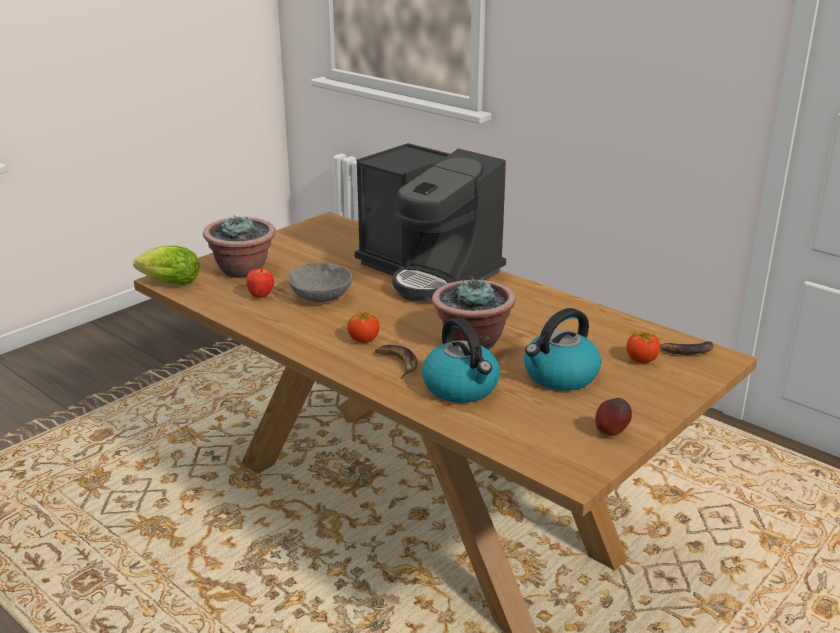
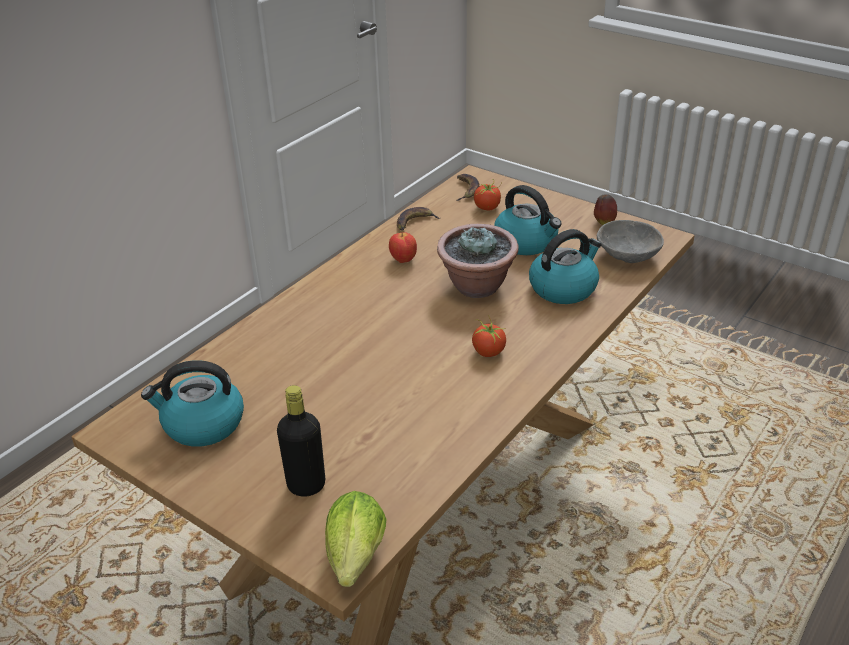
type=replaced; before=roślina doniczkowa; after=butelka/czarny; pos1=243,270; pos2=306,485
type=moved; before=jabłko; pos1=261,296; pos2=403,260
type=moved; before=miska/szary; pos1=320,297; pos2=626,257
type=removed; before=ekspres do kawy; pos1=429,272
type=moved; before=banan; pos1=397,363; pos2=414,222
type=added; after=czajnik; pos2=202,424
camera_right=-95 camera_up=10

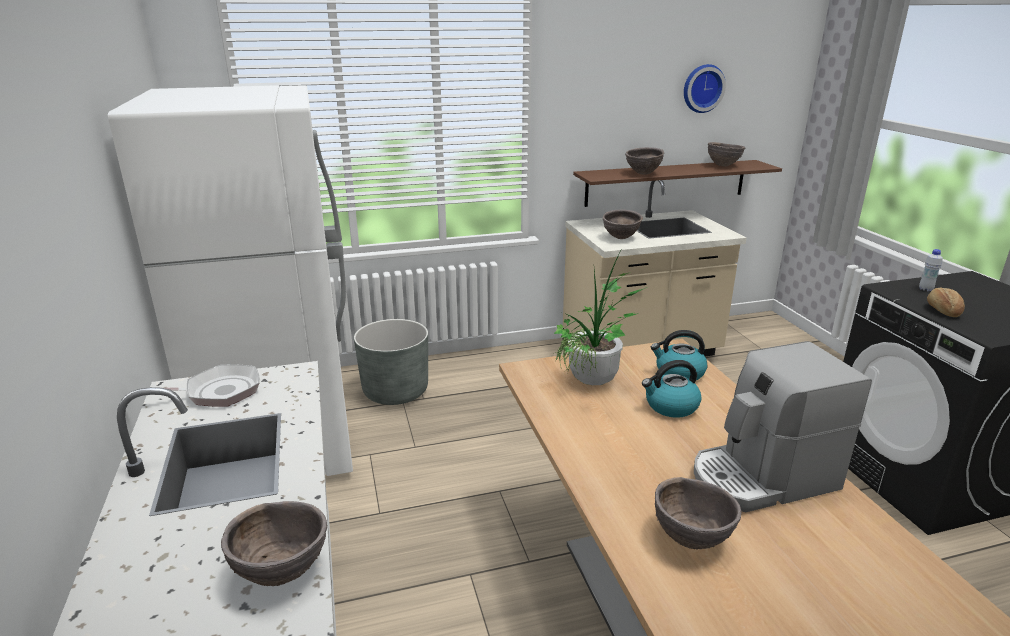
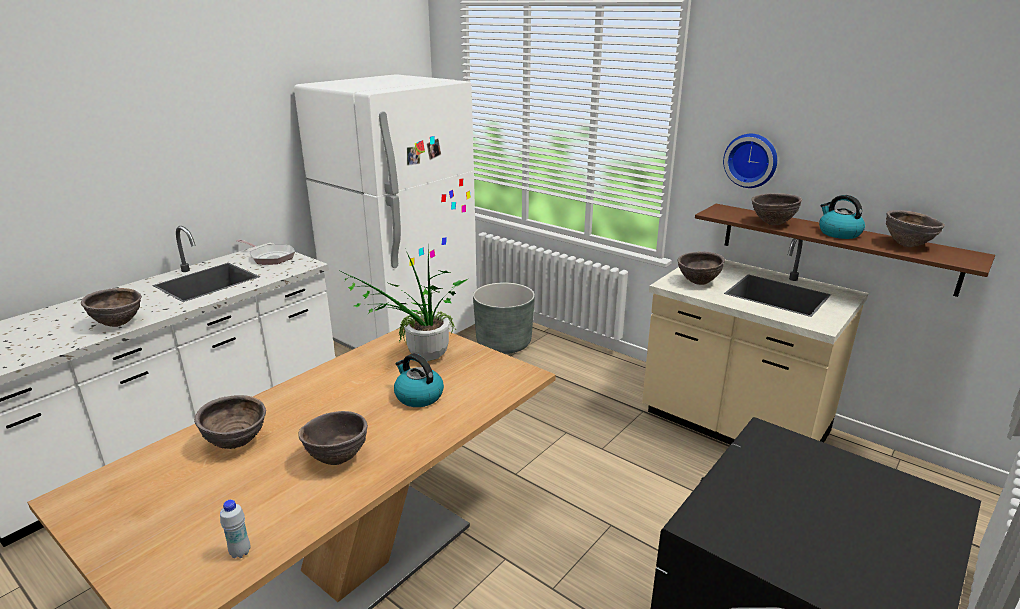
type=moved; before=czajnik; pos1=679,373; pos2=838,233
type=moved; before=zegar ścienny; pos1=702,88; pos2=751,160
type=replaced; before=ekspres do kawy; after=miska/brązowy; pos1=762,478; pos2=338,459
type=moved; before=butelka/biały; pos1=925,289; pos2=240,552
type=removed; before=chleb; pos1=942,311
camera_right=55 camera_up=0

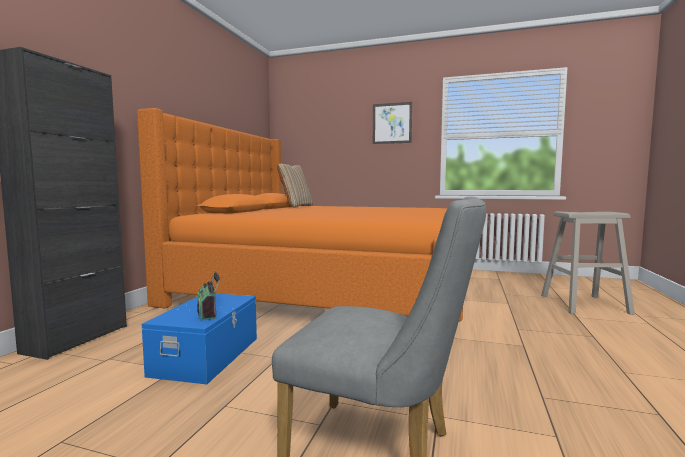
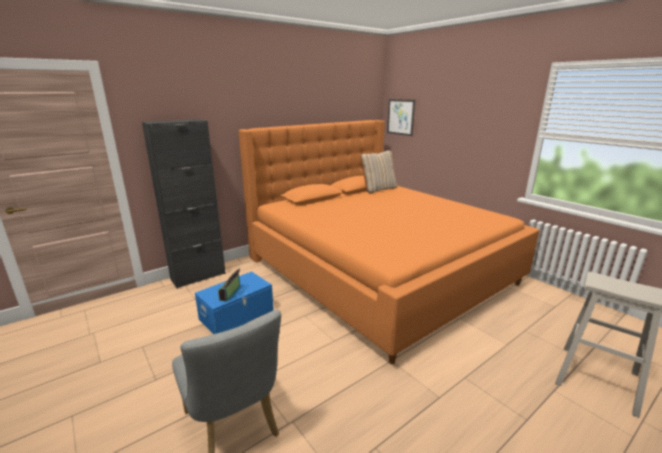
type=moved; before=obraz; pos1=392,123; pos2=400,117
camera_right=35 camera_up=15

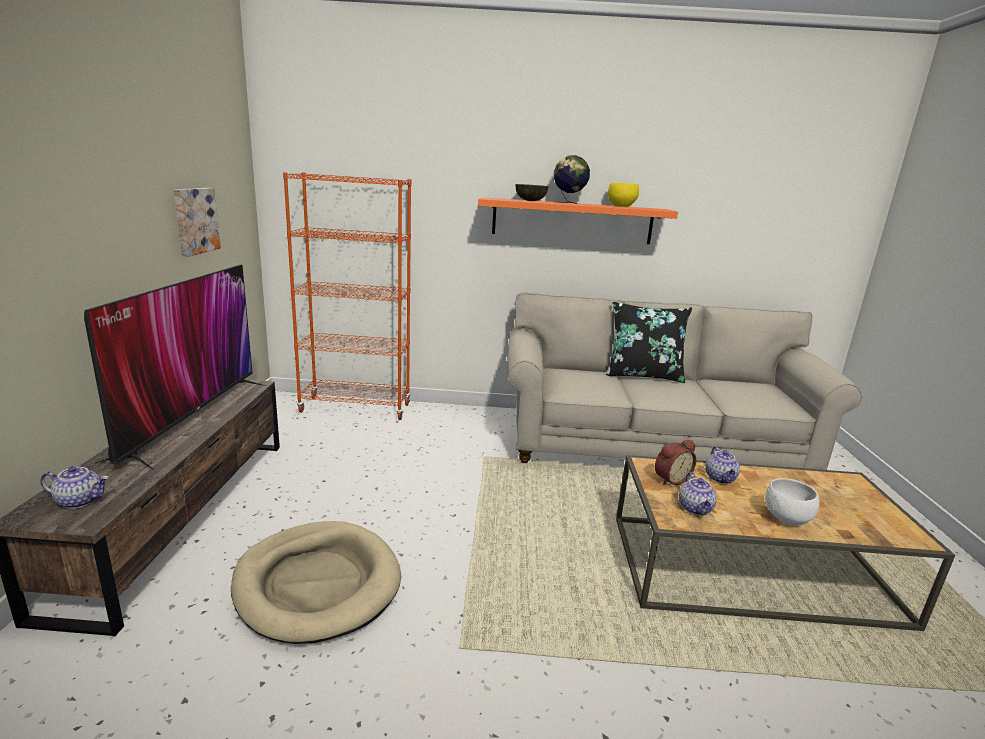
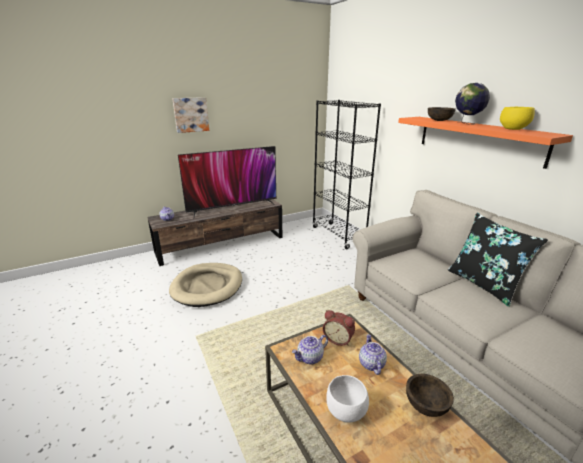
type=moved; before=obraz; pos1=194,220; pos2=191,114
type=recoloured; before=regał/pomarańczowy; after=regał/czarny; pos1=356,408; pos2=338,235
type=turned; before=imbryk; pos1=720,478; pos2=371,364; turn=120
type=added; after=miska/brązowy; pos2=426,405
camera_right=60 camera_up=5

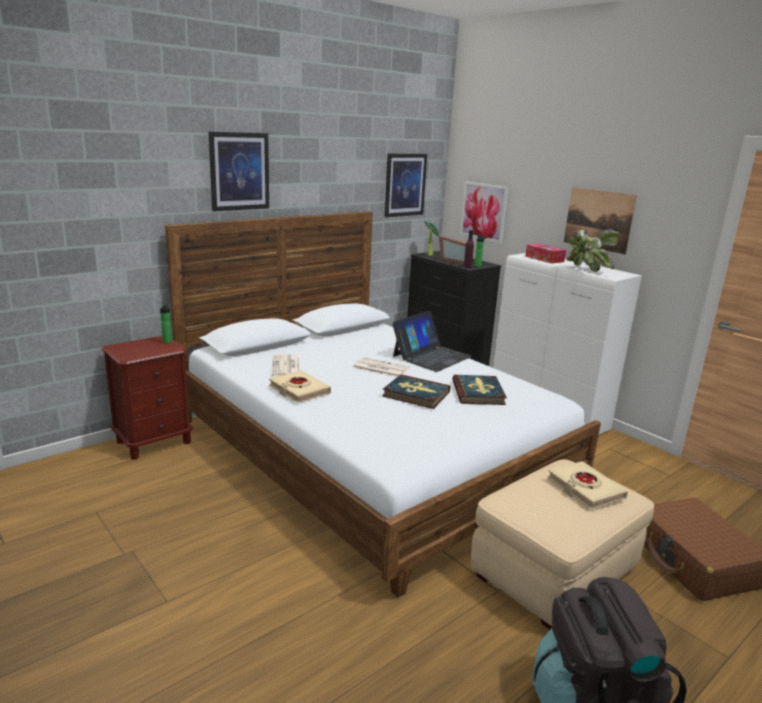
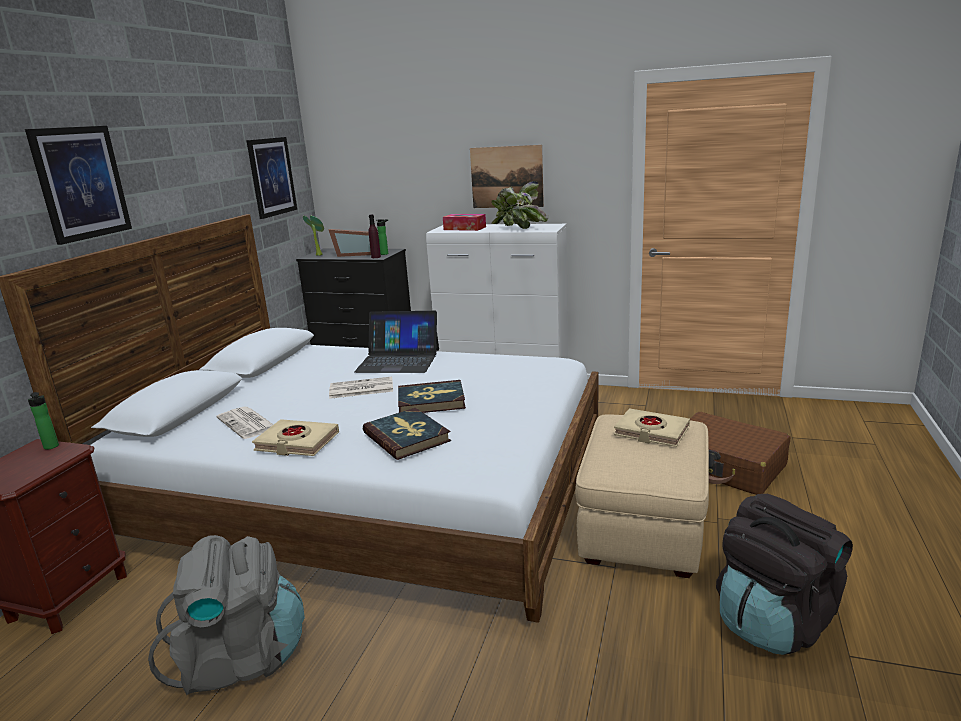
type=turned; before=laptop; pos1=431,356; pos2=398,360; turn=90
type=moved; before=książka; pos1=478,392; pos2=407,437
type=removed; before=obraz; pos1=484,211
type=added; after=plecak/szary; pos2=241,658
camera_right=-30 camera_up=0

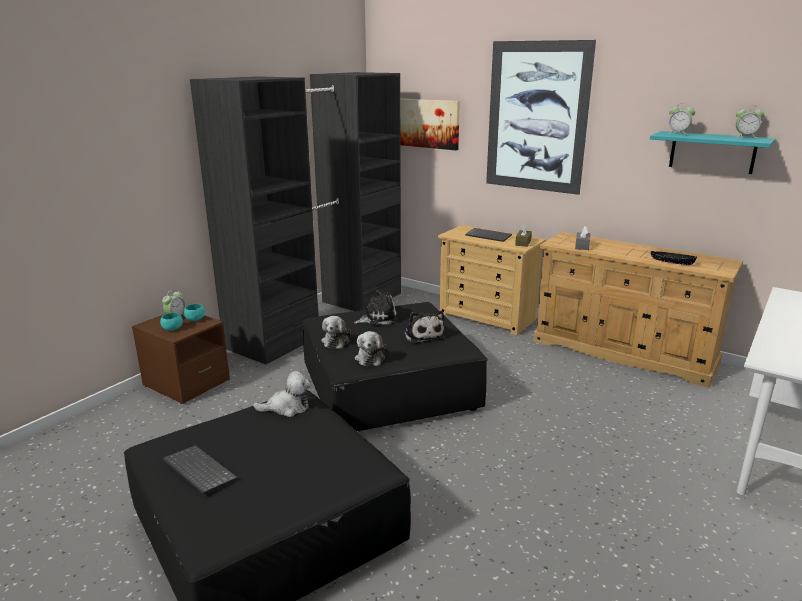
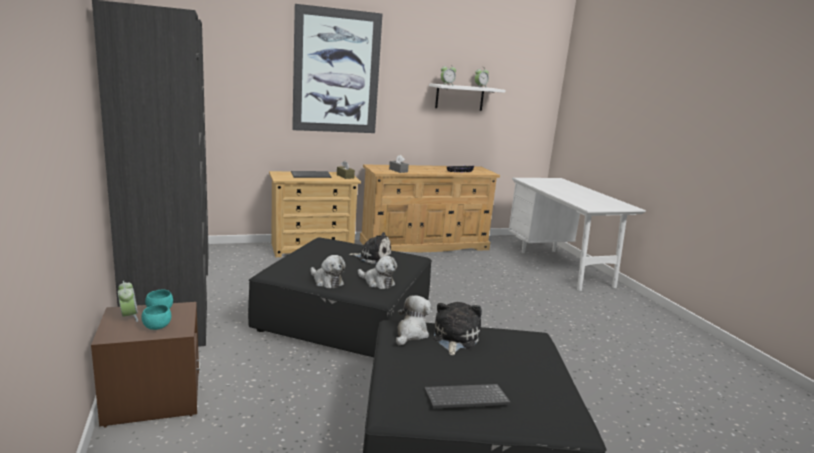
type=moved; before=pluszak; pos1=377,318; pos2=454,338
type=removed; before=obraz; pos1=428,123
type=recoloured; before=półka/turkusowy; after=półka/biały; pos1=712,152; pos2=459,97
camera_right=-55 camera_up=-5

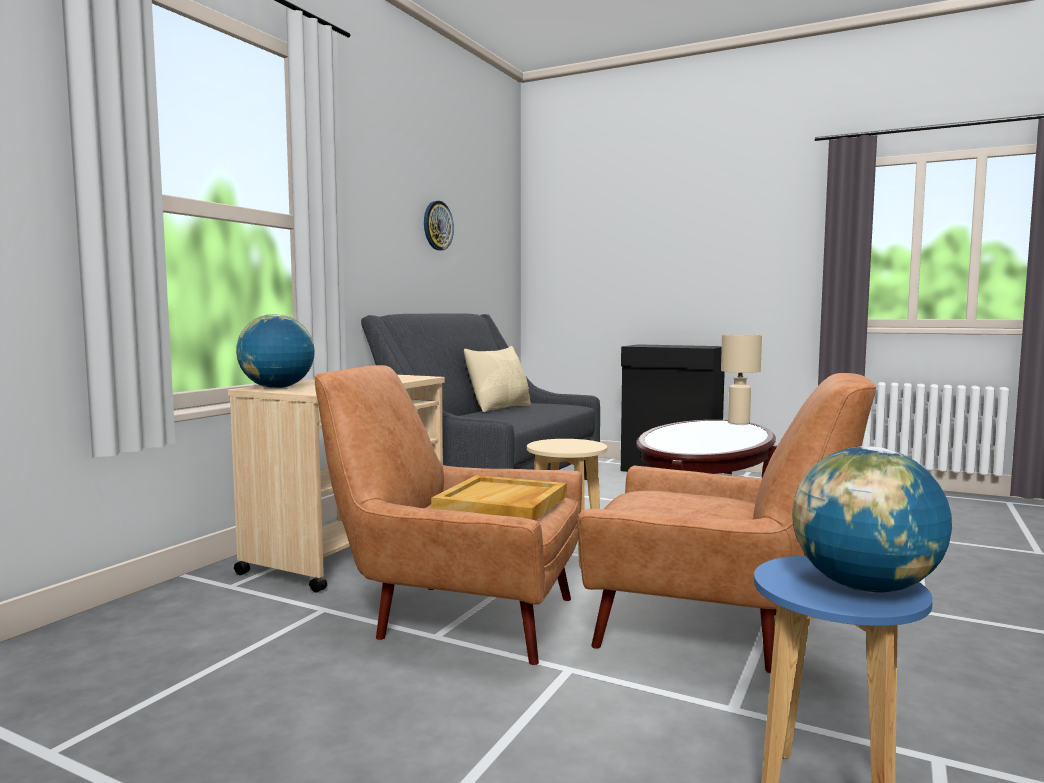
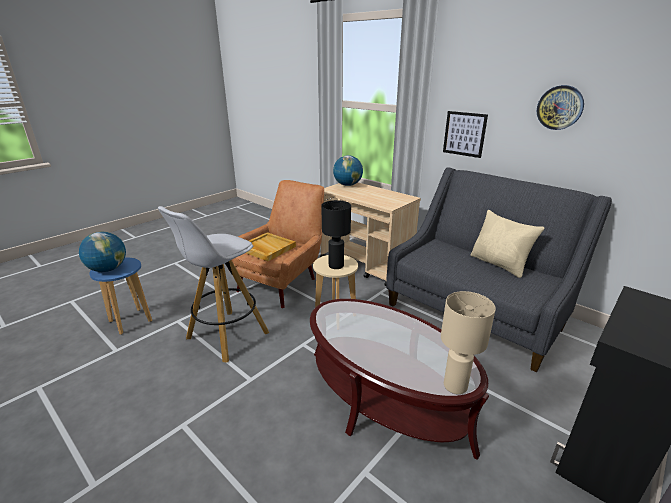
type=replaced; before=fotel/brązowy; after=stołek/biały; pos1=713,631; pos2=226,336
type=added; after=lampa stołowa/czarny; pos2=336,266
type=added; after=obraz; pos2=464,134
camera_right=105 camera_up=20

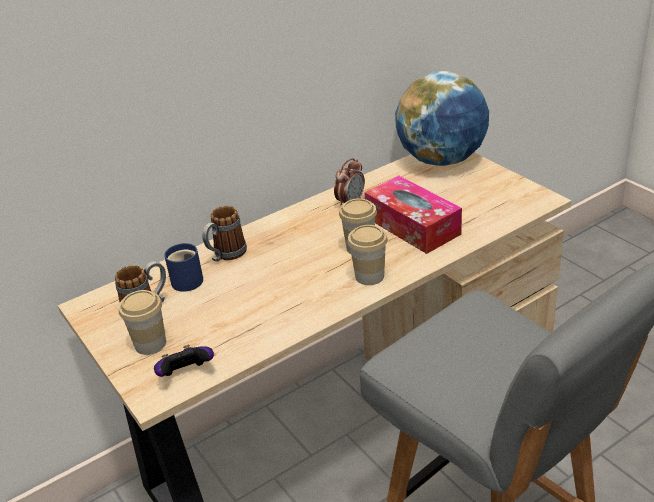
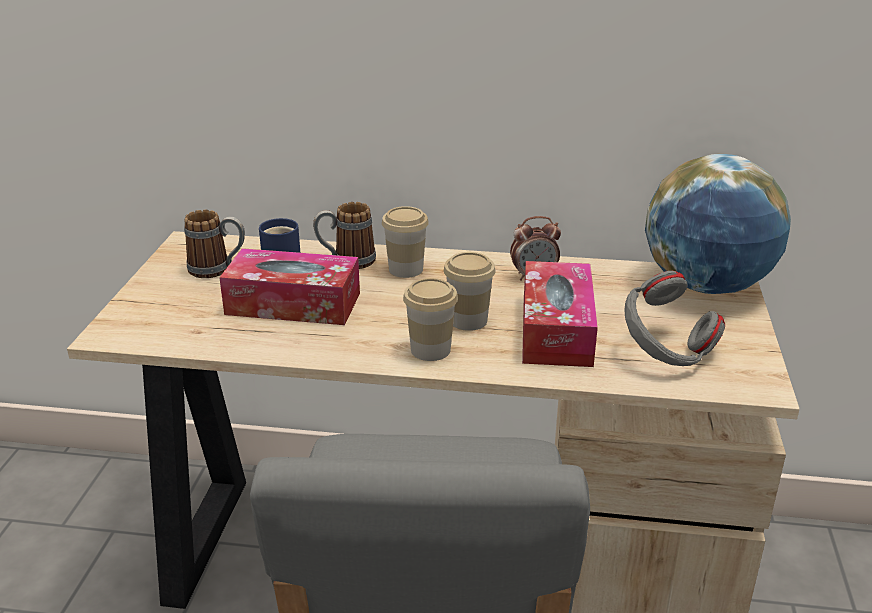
type=moved; before=filiżanka; pos1=150,344; pos2=406,269
type=removed; before=pad do gier; pos1=186,374
type=added; after=pudełko chusteczek; pos2=293,304
type=added; after=słuchawki/szary; pos2=665,353
camera_right=40 camera_up=-5

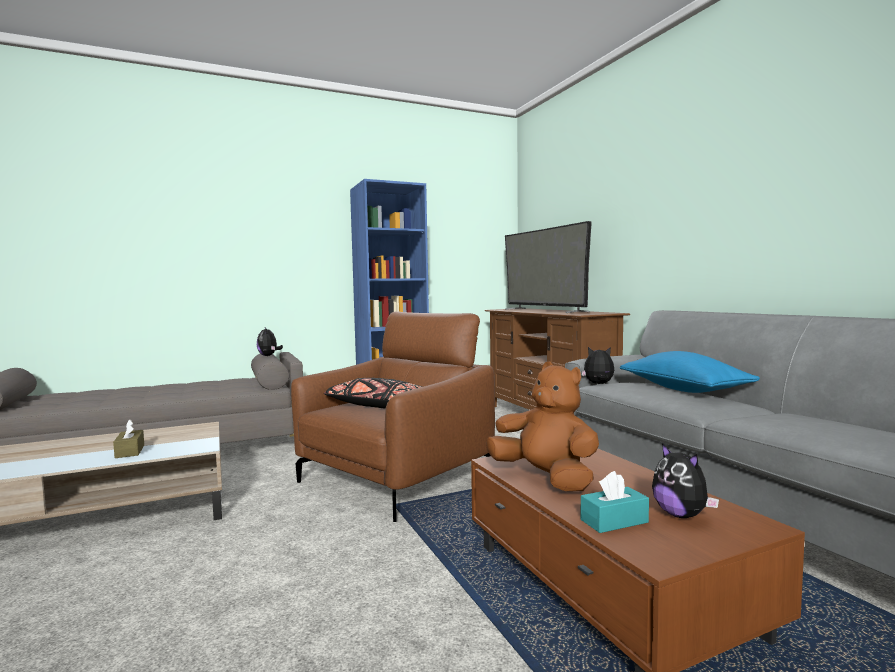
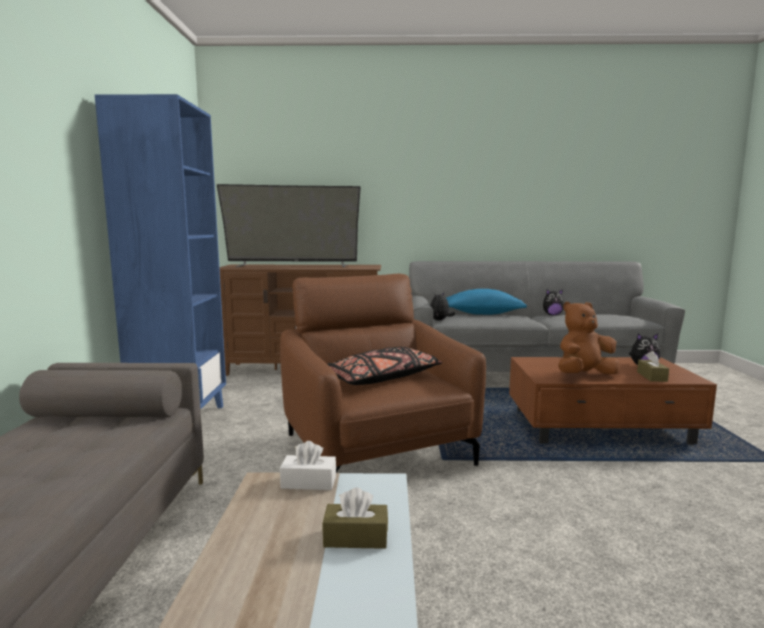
type=moved; before=pluszak; pos1=269,356; pos2=552,315
type=recoloured; before=pudełko chusteczek/turkusowy; after=pudełko chusteczek/brązowy; pos1=614,521; pos2=652,376
type=added; after=pudełko chusteczek/biały; pos2=308,482
camera_right=-65 camera_up=5

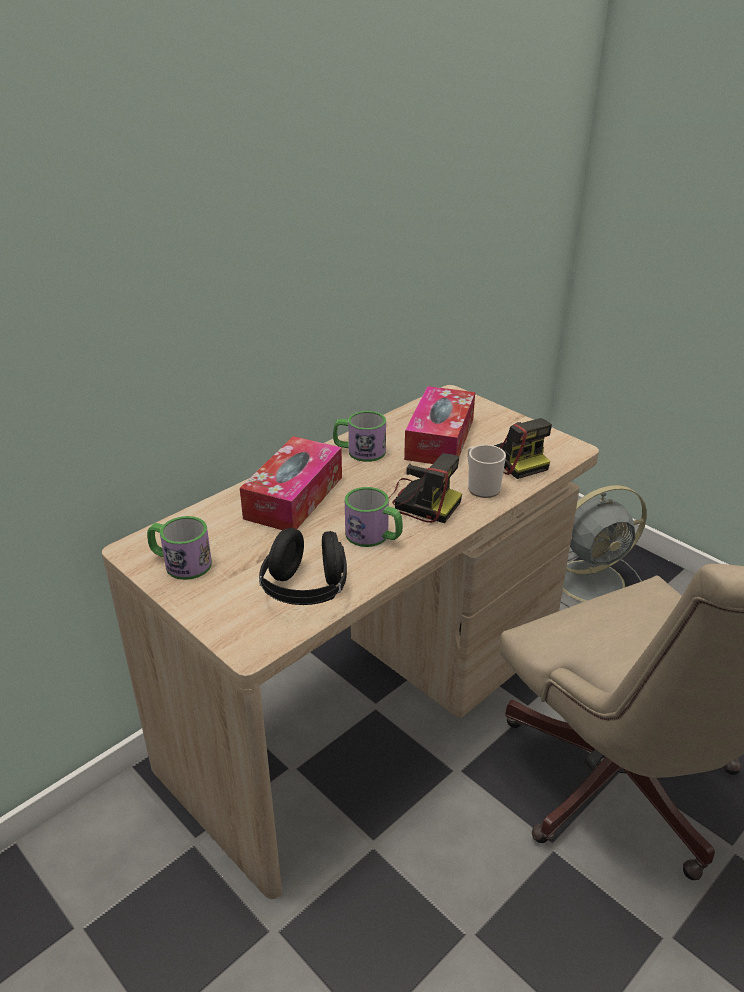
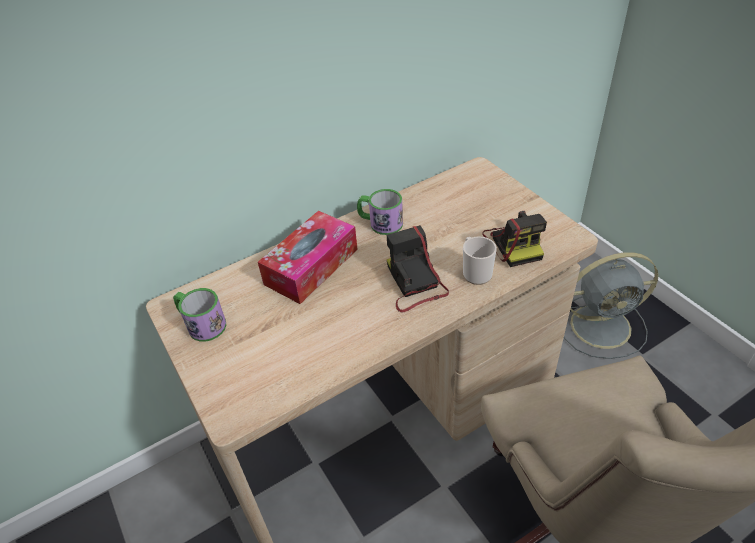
type=removed; before=słuchawki/czarny; pos1=306,590
type=removed; before=kubek; pos1=374,536
type=turned; before=aparat fotograficzny; pos1=418,503; pos2=414,284; turn=-150
type=removed; before=pudełko chusteczek; pos1=440,439
camera_right=15 camera_up=10

